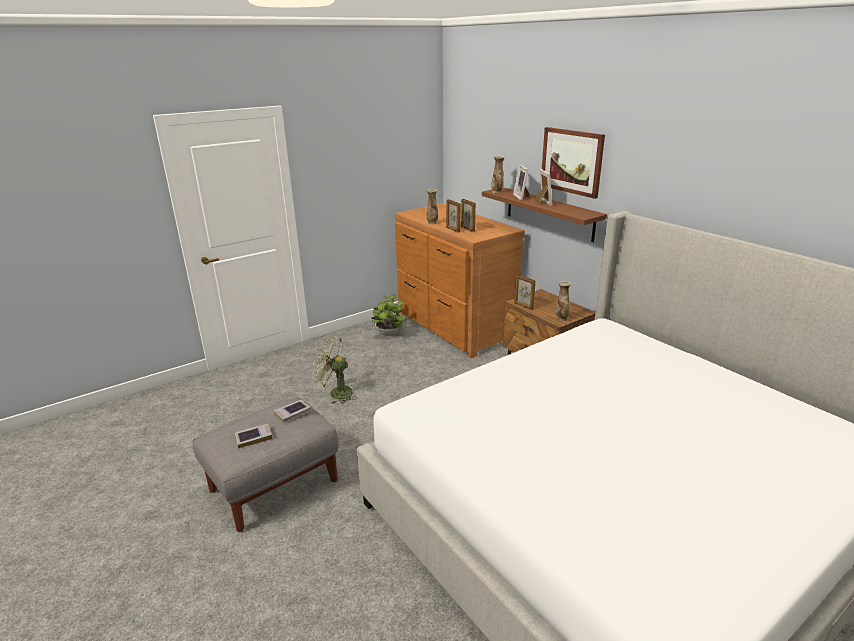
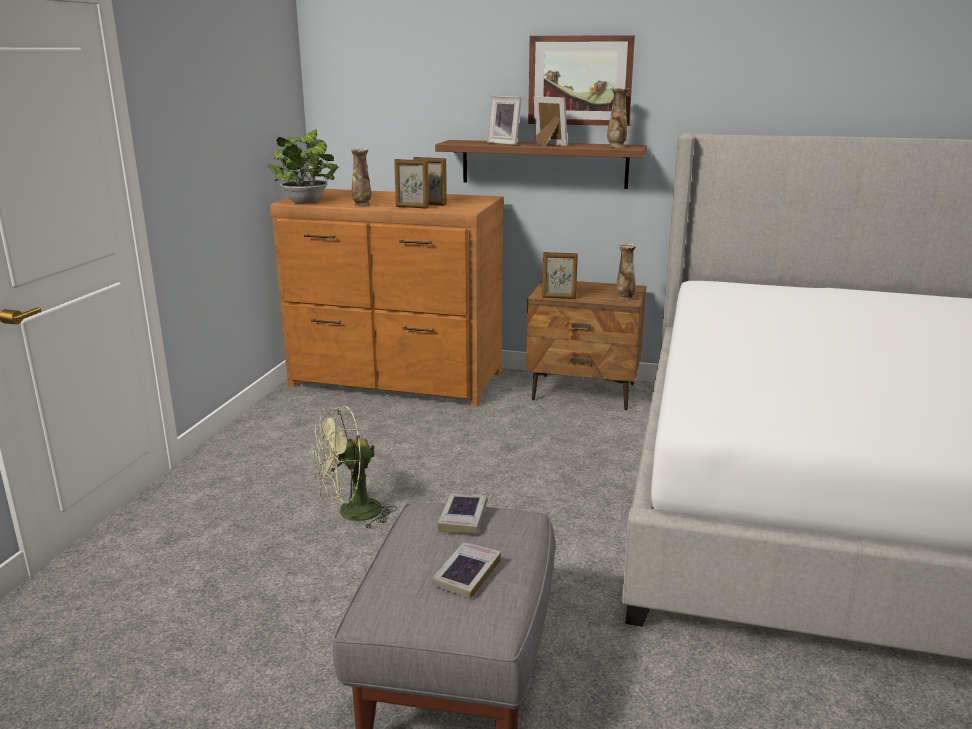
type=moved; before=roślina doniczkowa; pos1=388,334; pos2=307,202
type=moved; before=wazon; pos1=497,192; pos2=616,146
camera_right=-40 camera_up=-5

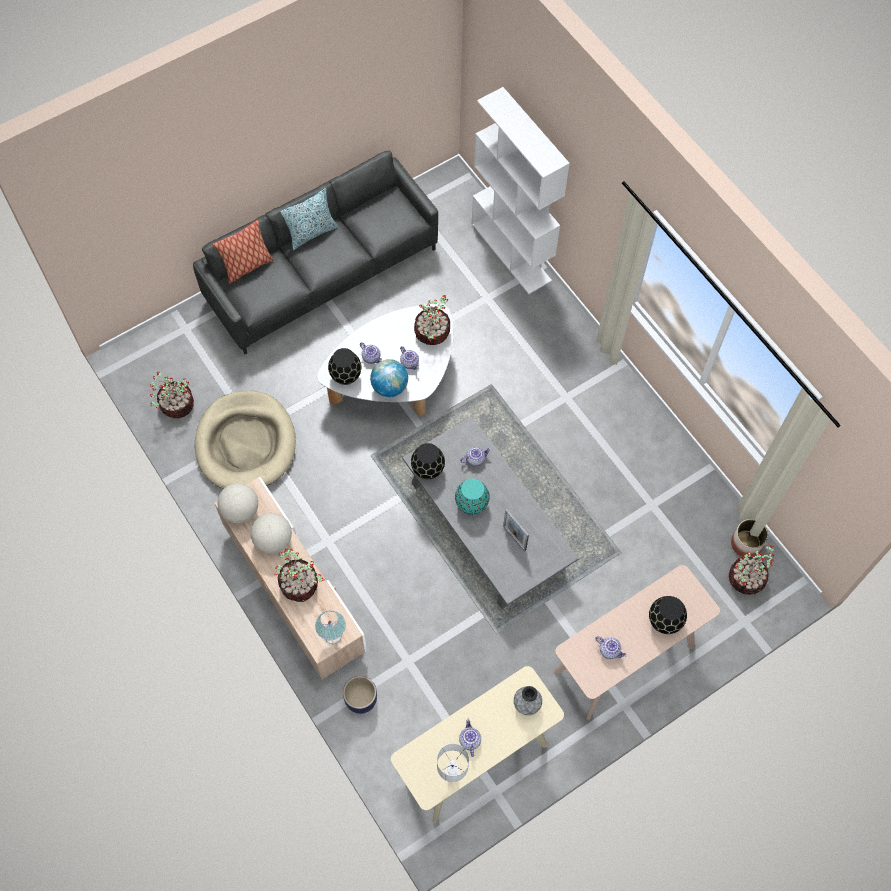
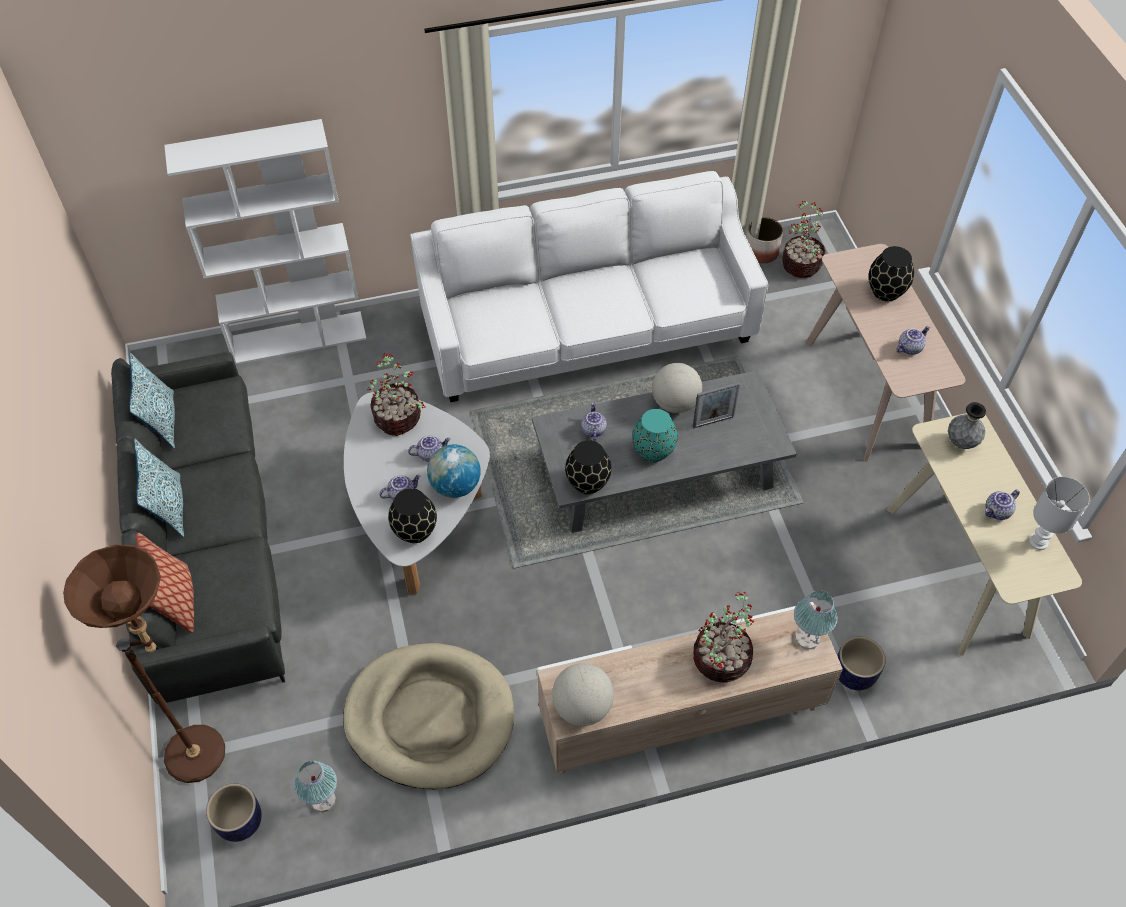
type=replaced; before=roślina doniczkowa; after=lampa stołowa; pos1=176,405; pos2=323,800
type=moved; before=globus; pos1=273,540; pos2=675,403
type=turned; before=imbryk; pos1=469,740; pos2=997,512; turn=-45
type=added; after=lampa stojąca/brązowy; pos2=209,751
type=added; after=poduszka; pos2=162,421
type=added; after=donica; pos2=239,821
type=added; after=kanapa/biały; pos2=588,332
camera_right=-70 camera_up=-10

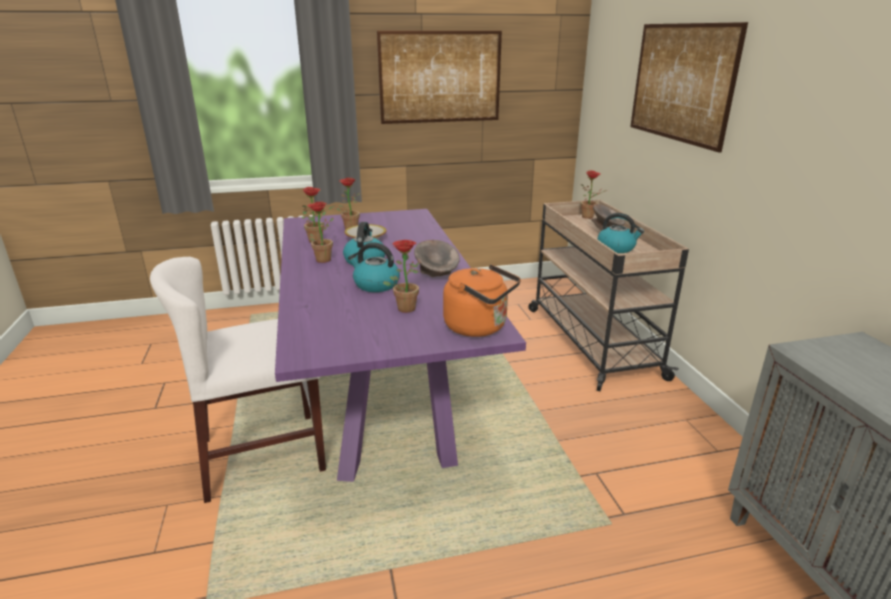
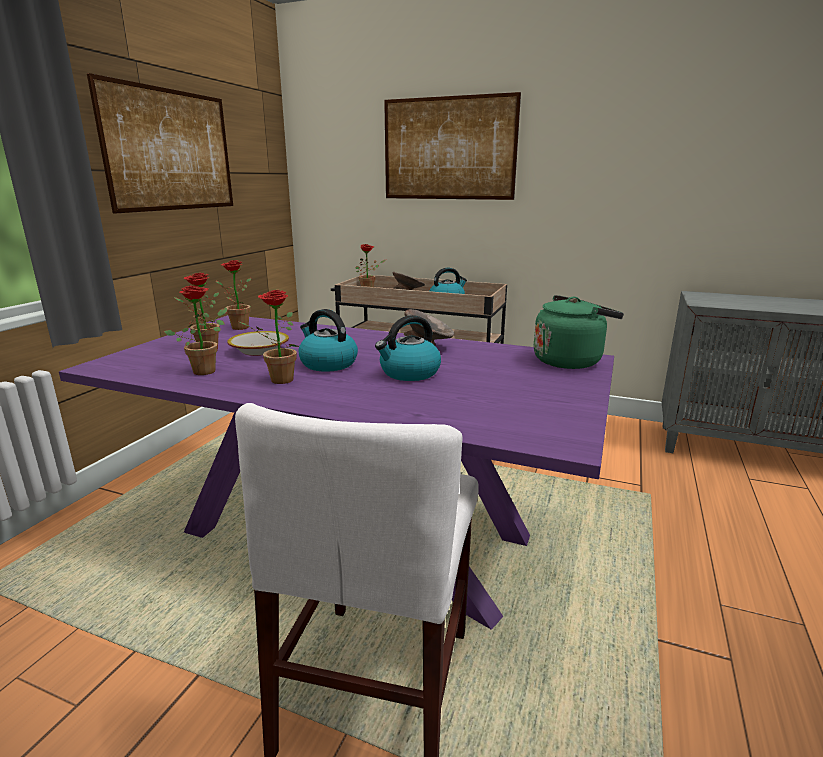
type=moved; before=roślina doniczkowa; pos1=405,307; pos2=236,327
type=recoloured; before=czajnik/pomarańczowy; after=czajnik/zielony; pos1=479,327; pos2=570,361
camera_right=-55 camera_up=-5

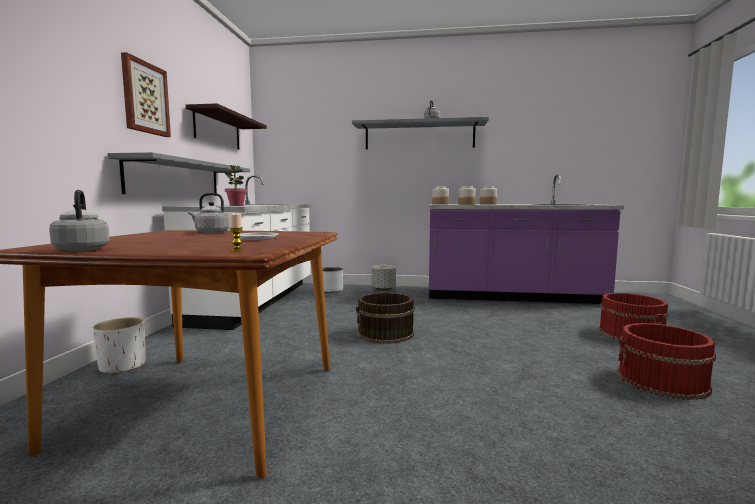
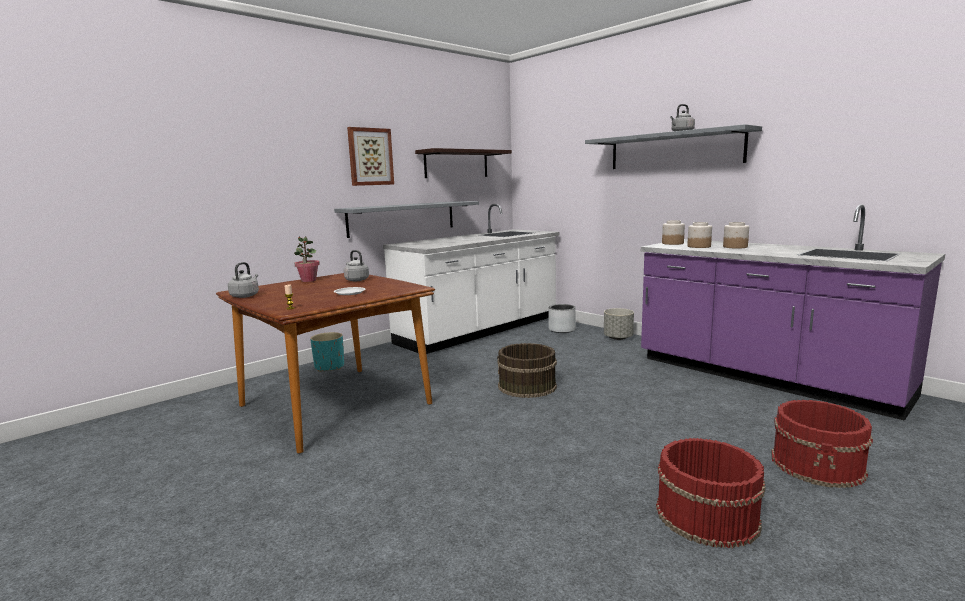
type=recoloured; before=donica/biały; after=donica/turkusowy; pos1=123,366; pos2=329,367
type=moved; before=roślina doniczkowa; pos1=236,205; pos2=308,280
camera_right=40 camera_up=5

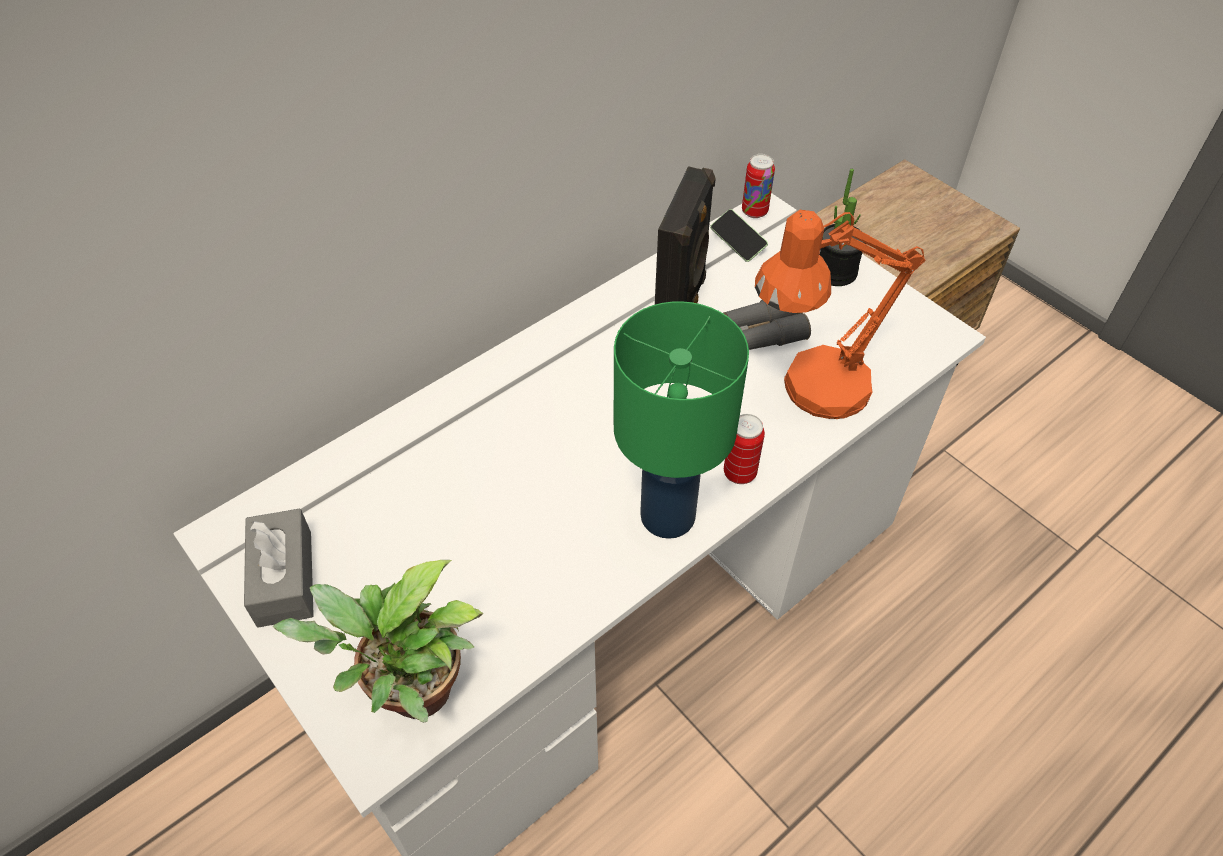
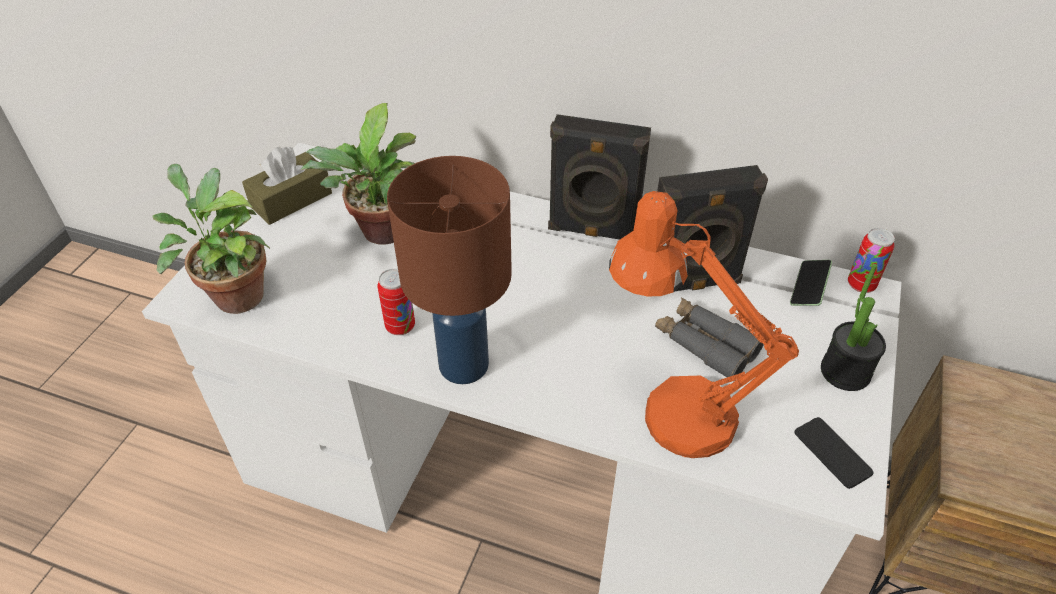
type=recoloured; before=pudełko chusteczek/szary; after=pudełko chusteczek/brązowy; pos1=285,578; pos2=291,200
type=recoloured; before=lampa stołowa/zielony; after=lampa stołowa/brązowy; pos1=668,517; pos2=462,366
type=moved; before=puszka; pos1=739,473; pos2=400,326
type=added; after=roślina doniczkowa; pos2=381,234
type=added; after=głośnik/czarny; pos2=592,232
type=added; after=telefon; pos2=832,453
camera_right=60 camera_up=-5

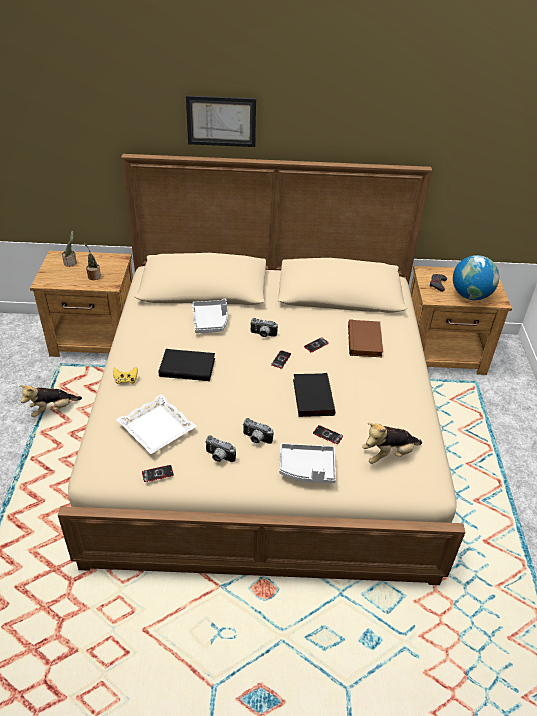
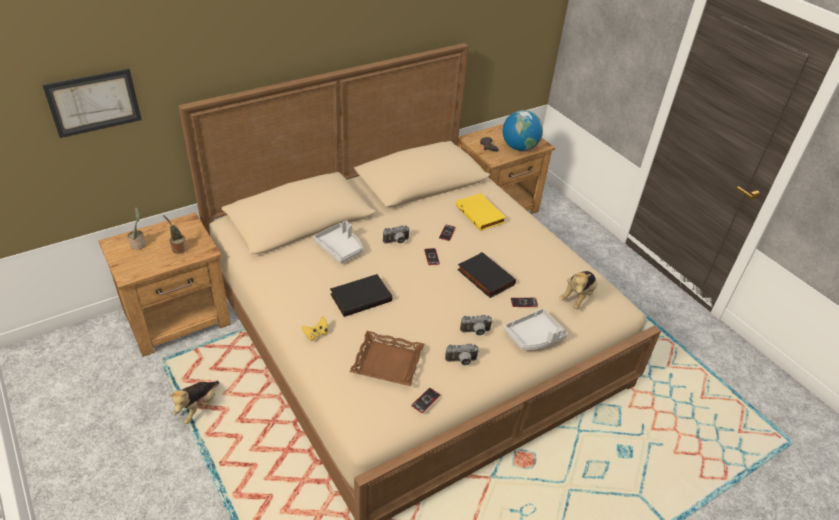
type=recoloured; before=taca/biały; after=taca/brązowy; pos1=157,428; pos2=387,362
type=moved; before=obraz; pos1=221,121; pos2=94,102
type=recoloured; before=książka/brązowy; after=książka/żółty; pos1=365,341; pos2=481,214
camera_right=-35 camera_up=0

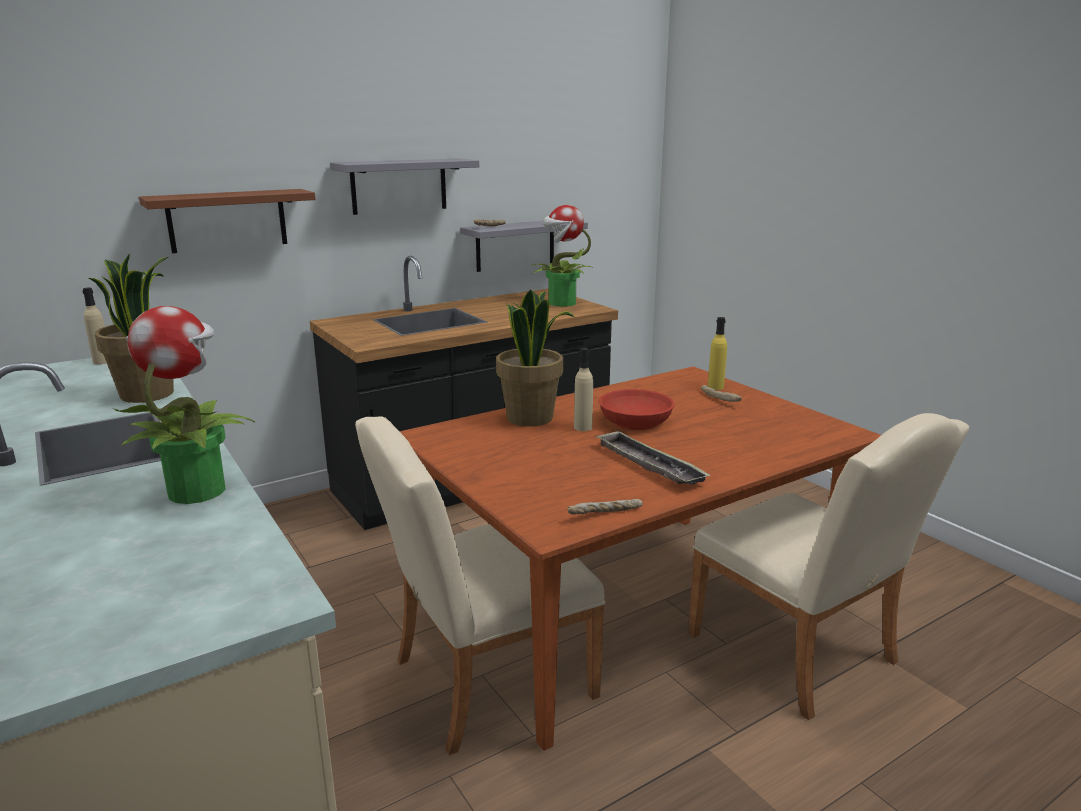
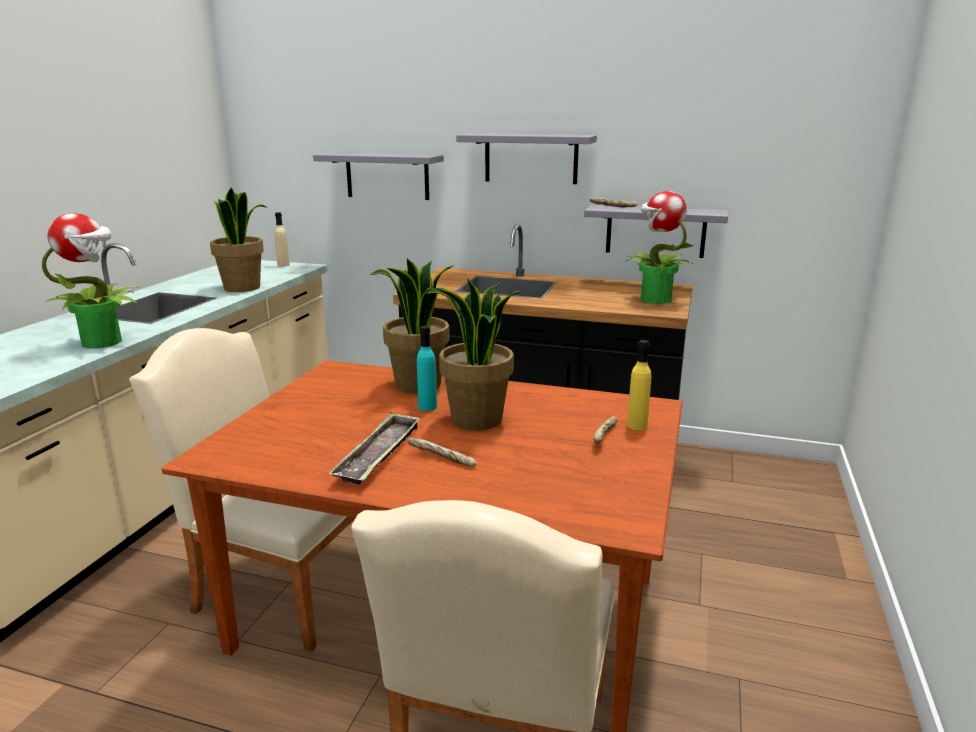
type=recoloured; before=półka/brązowy; after=półka/szary; pos1=227,220; pos2=387,176
type=moved; before=chleb; pos1=605,515; pos2=441,459
type=recoloured; before=butelka/beżowy; after=butelka/turkusowy; pos1=583,427; pos2=427,407
type=replaced; before=miska/czerwony; after=roślina doniczkowa; pos1=635,421; pos2=476,420
camera_right=50 camera_up=0

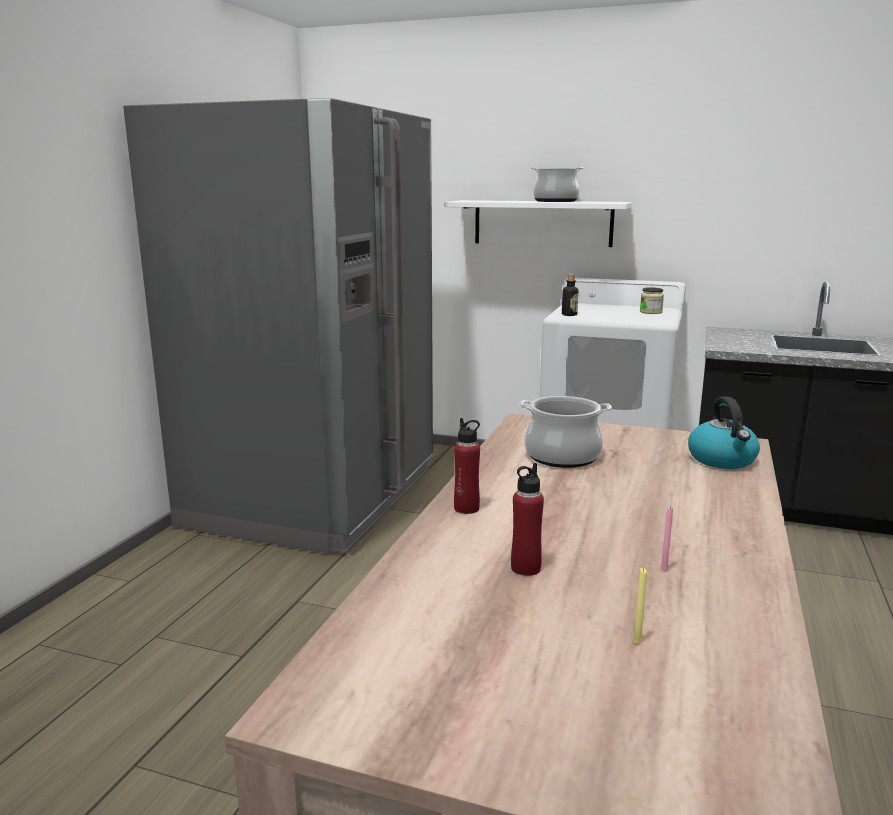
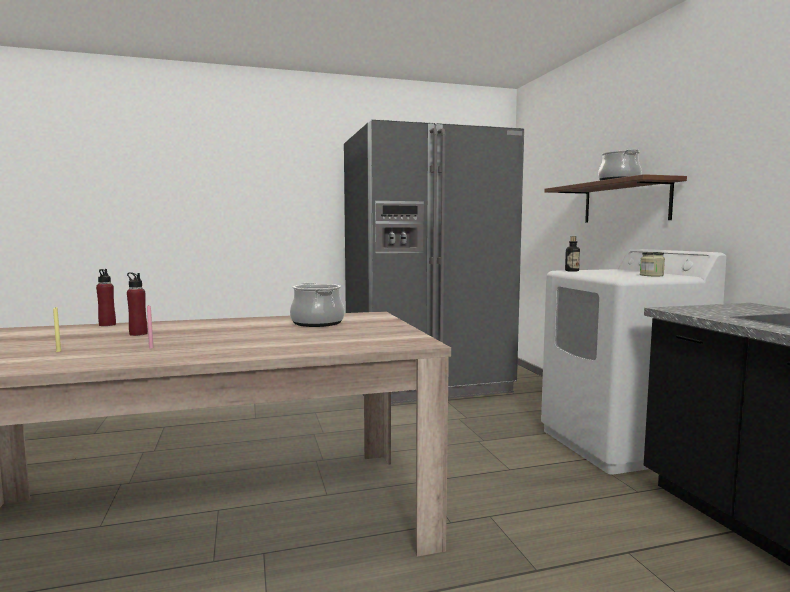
type=recoloured; before=półka/biały; after=półka/brązowy; pos1=542,223; pos2=625,202
type=moved; before=butelka/czerwony; pos1=466,508; pos2=107,325
type=removed; before=czajnik; pos1=722,460
camera_right=55 camera_up=-10

